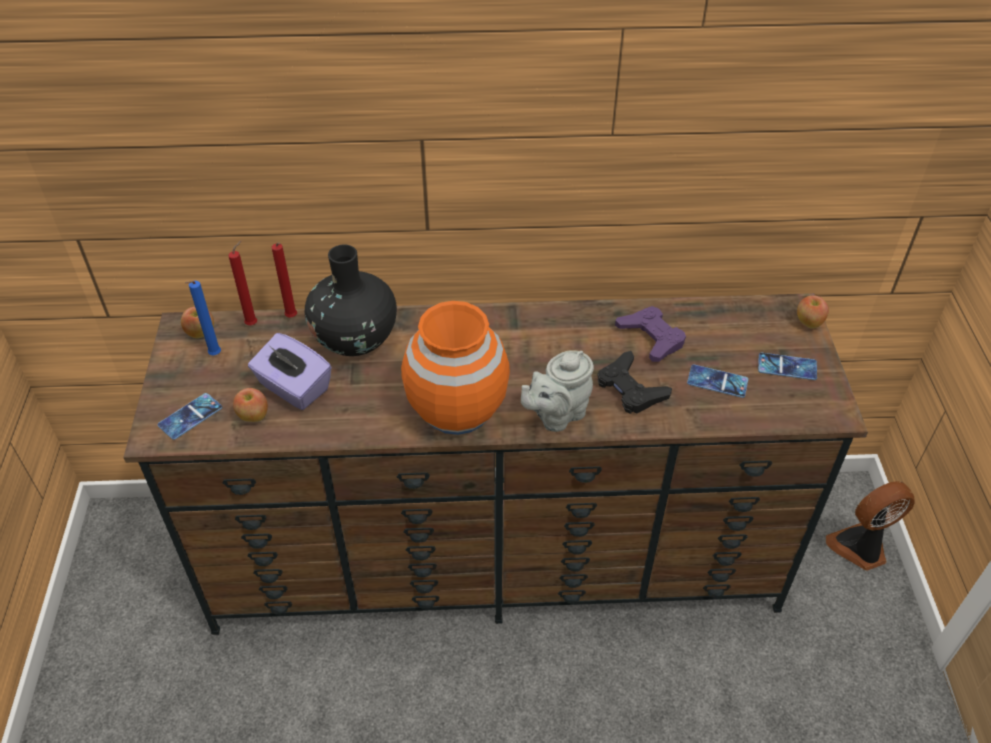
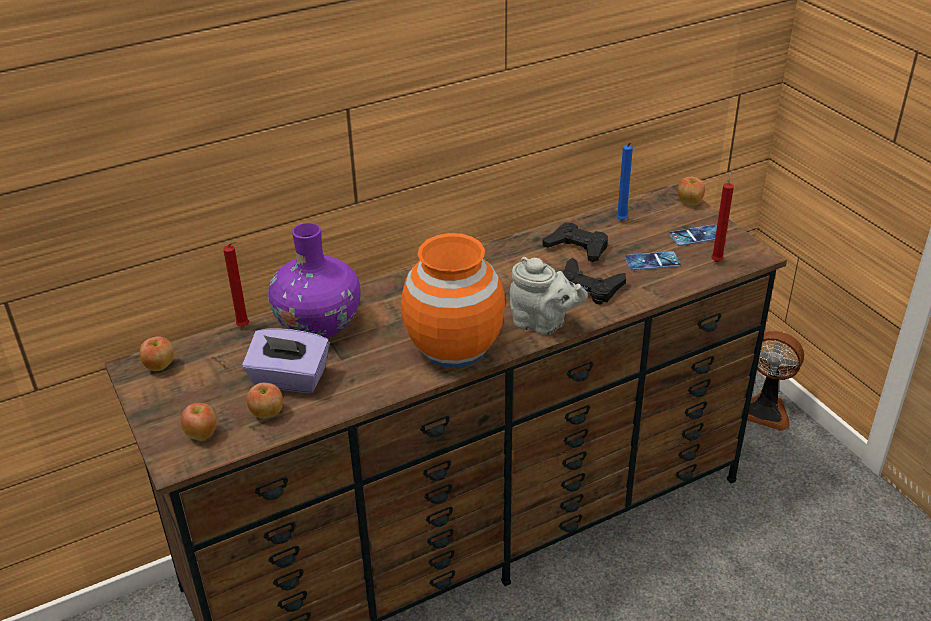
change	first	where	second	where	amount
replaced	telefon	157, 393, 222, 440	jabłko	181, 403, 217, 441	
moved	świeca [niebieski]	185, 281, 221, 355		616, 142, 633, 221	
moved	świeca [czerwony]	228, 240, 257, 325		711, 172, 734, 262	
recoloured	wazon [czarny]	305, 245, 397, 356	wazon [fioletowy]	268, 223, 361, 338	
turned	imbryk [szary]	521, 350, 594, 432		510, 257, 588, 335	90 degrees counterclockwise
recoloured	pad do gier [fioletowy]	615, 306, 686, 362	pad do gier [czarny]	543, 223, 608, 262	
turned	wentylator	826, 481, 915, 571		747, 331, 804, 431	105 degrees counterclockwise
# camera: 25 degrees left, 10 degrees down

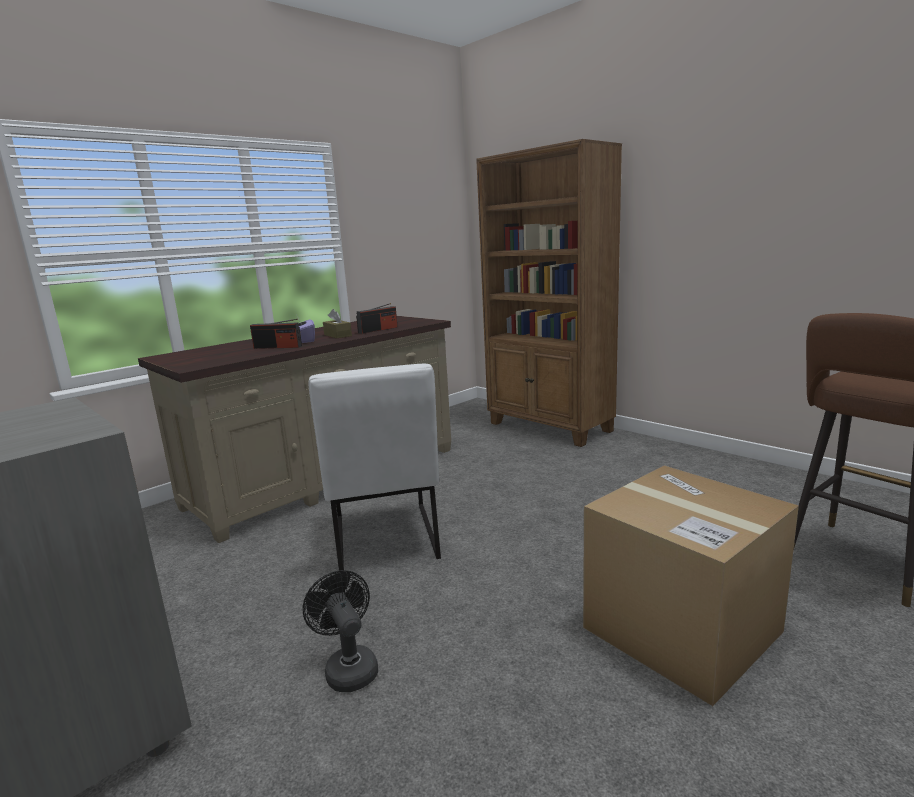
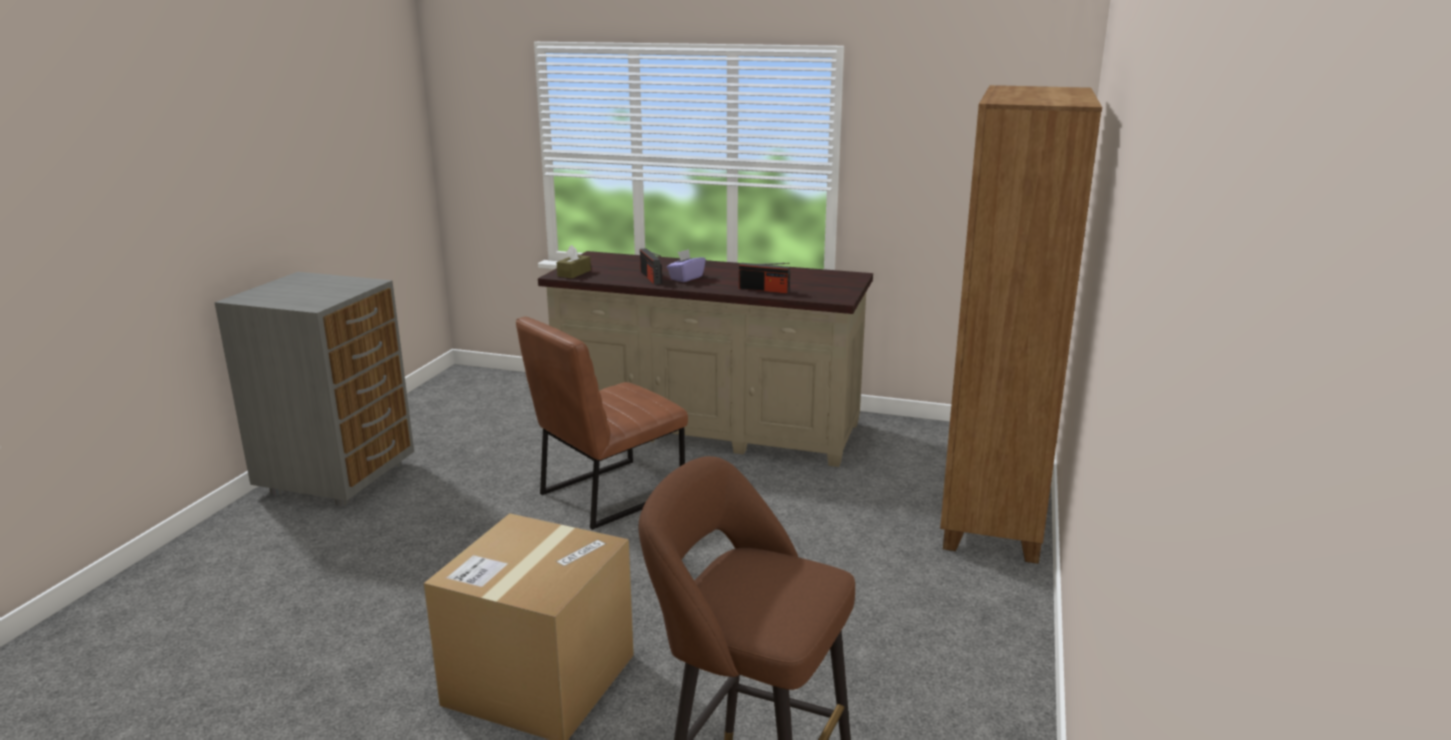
change	first	where	second	where	amount
removed	wentylator [czarny]	303, 570, 378, 692			
recoloured	krzesło [biały]	309, 364, 441, 570	krzesło [brązowy]	516, 316, 688, 530	
moved	pudełko chusteczek [brązowy]	323, 309, 352, 338		556, 245, 591, 278	
# camera: 60 degrees right, 5 degrees up

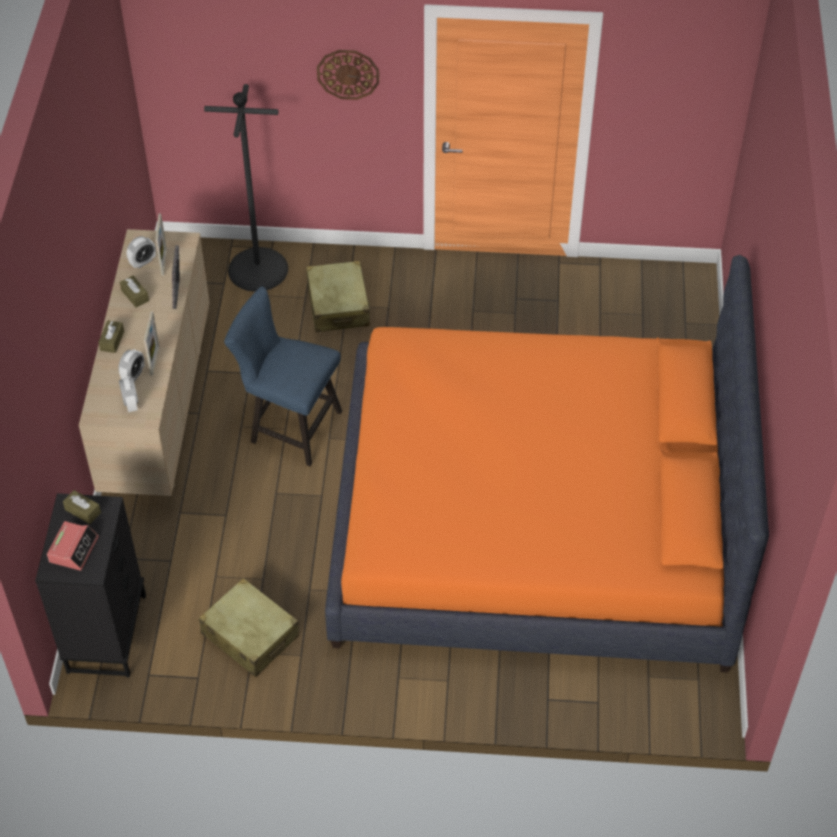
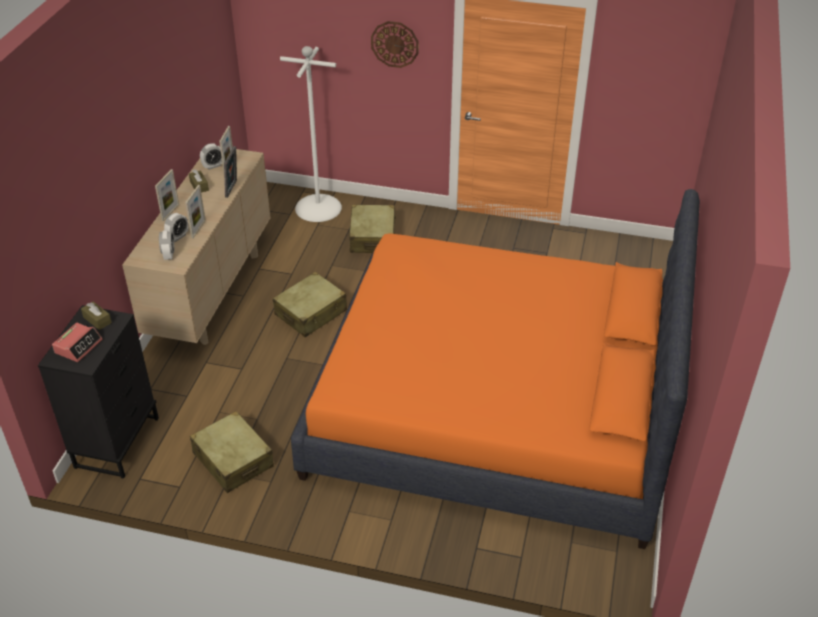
change	first	where	second	where	amount
replaced	pudełko chusteczek [brązowy]	98, 320, 124, 353	ramka na zdjęcie	155, 169, 179, 222	
recoloured	wieszak [czarny]	204, 84, 288, 292	wieszak [biały]	280, 46, 342, 222	
replaced	krzesło [niebieski]	224, 286, 342, 466	walizka [beżowy]	273, 272, 347, 337	
# camera: 10 degrees right, 10 degrees down

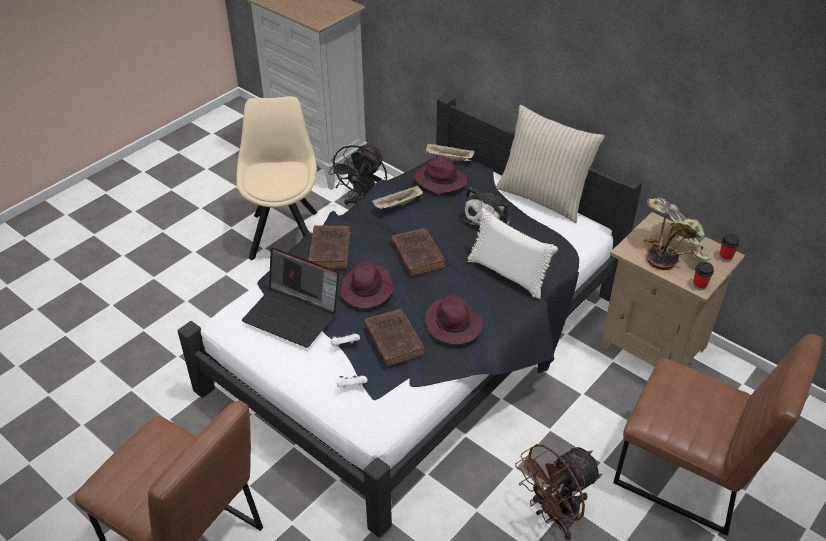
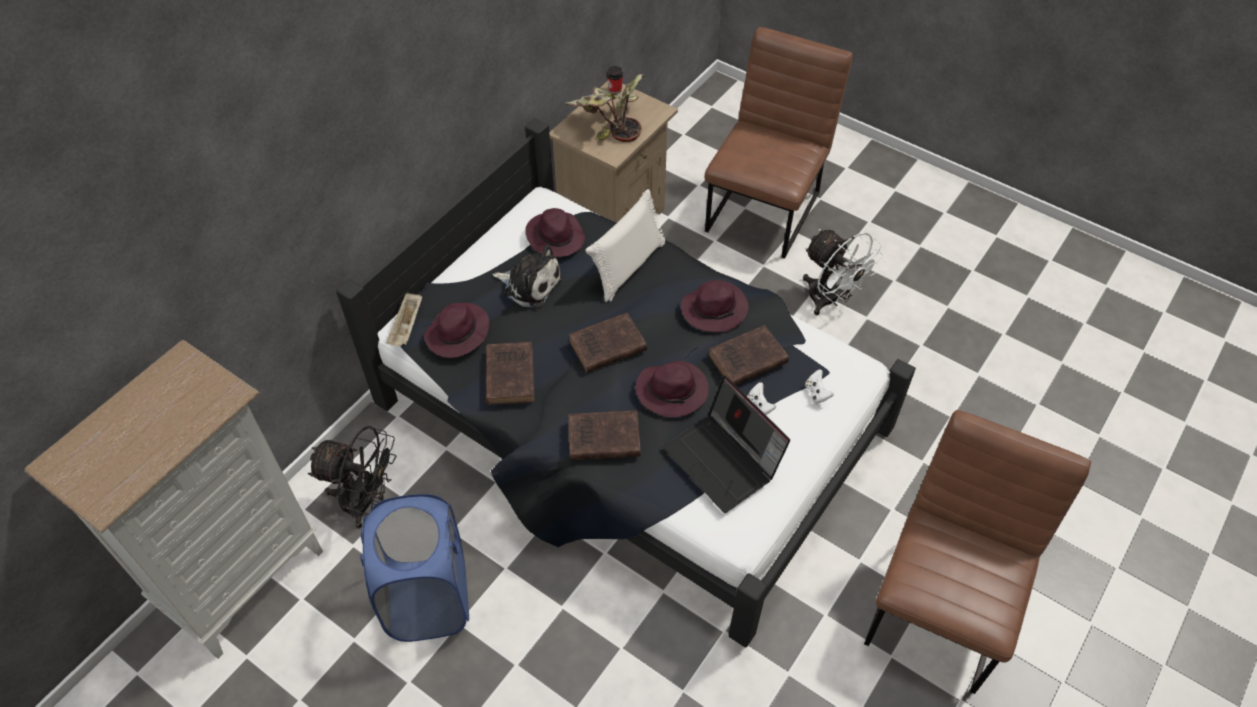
change	first	where	second	where	amount
replaced	krzesło [beżowy]	237, 96, 317, 260	kosz na pranie [niebieski]	360, 494, 469, 642	
turned	laptop	242, 247, 339, 348		663, 376, 790, 513	120 degrees clockwise
replaced	taca [beżowy]	372, 185, 423, 210	książka [brązowy]	486, 342, 534, 405	
removed	poduszka [beżowy]	496, 105, 605, 223			
recoloured	wentylator [brązowy]	515, 444, 602, 540	wentylator [biały]	803, 229, 884, 315	
removed	filiżanka	693, 262, 714, 290			
added			kapelusz [fioletowy]	525, 208, 585, 257	
# camera: 95 degrees left, 10 degrees up

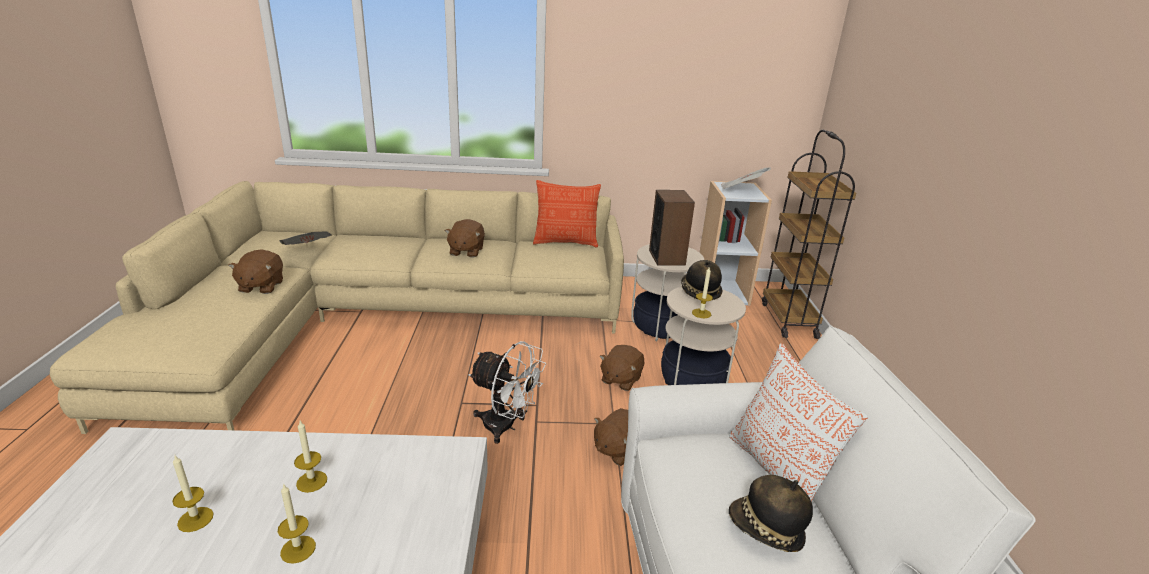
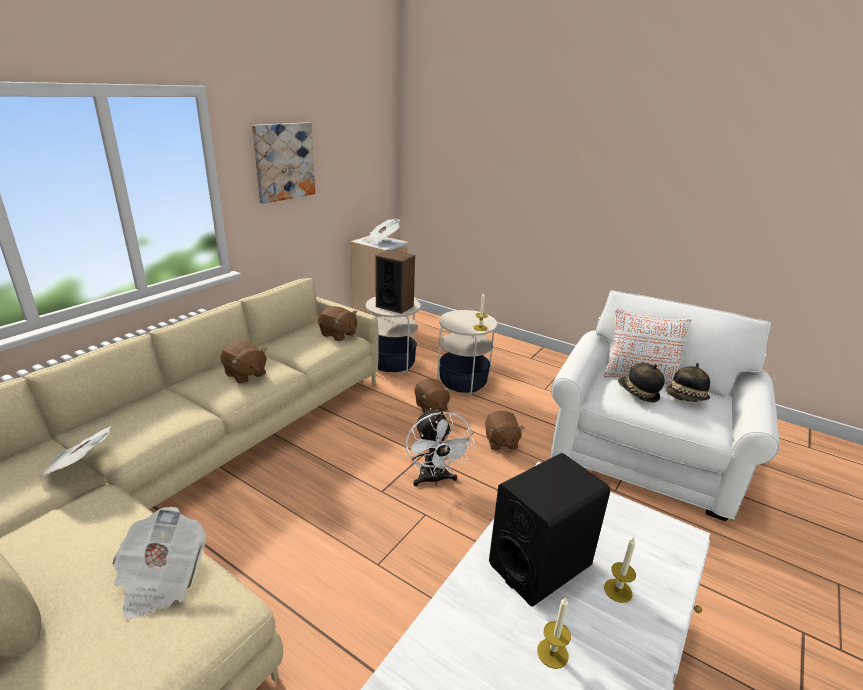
change	first	where	second	where	amount
moved	pluszak [brązowy]	228, 249, 283, 294		318, 306, 357, 341	
replaced	świeca	294, 421, 327, 493	głośnik [czarny]	489, 453, 611, 607	
turned	wentylator [biały]	468, 341, 546, 444		406, 408, 475, 486	105 degrees clockwise
removed	poduszka [pomarańczowy]	533, 180, 601, 248			
moved	kapelusz	681, 260, 722, 300		618, 363, 665, 402	
removed	wózek [brązowy]	762, 130, 856, 339			
added			gazeta	113, 507, 206, 620	
added			obraz	252, 122, 315, 204	
# camera: 55 degrees left, 0 degrees up

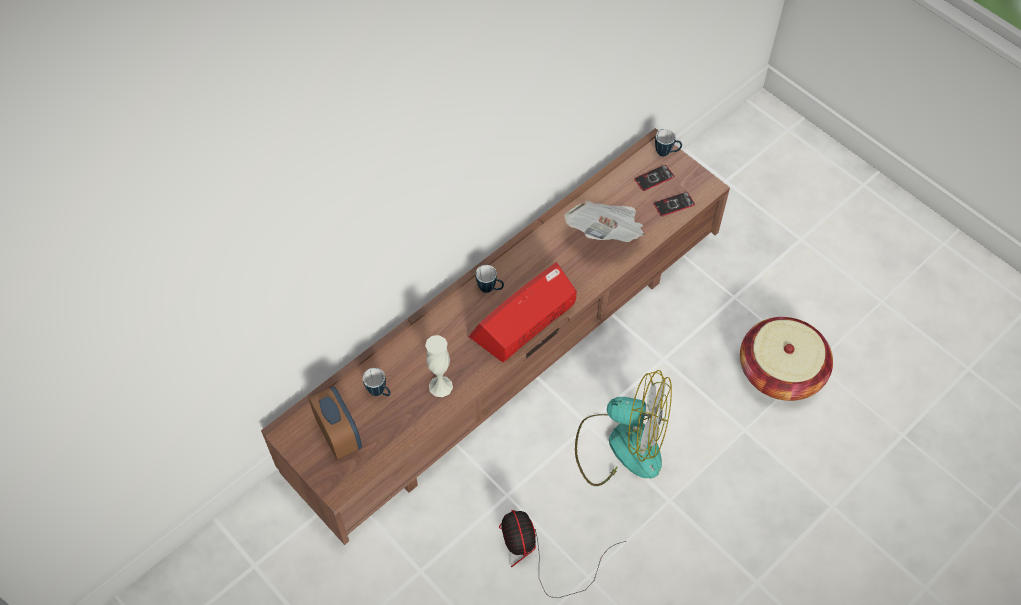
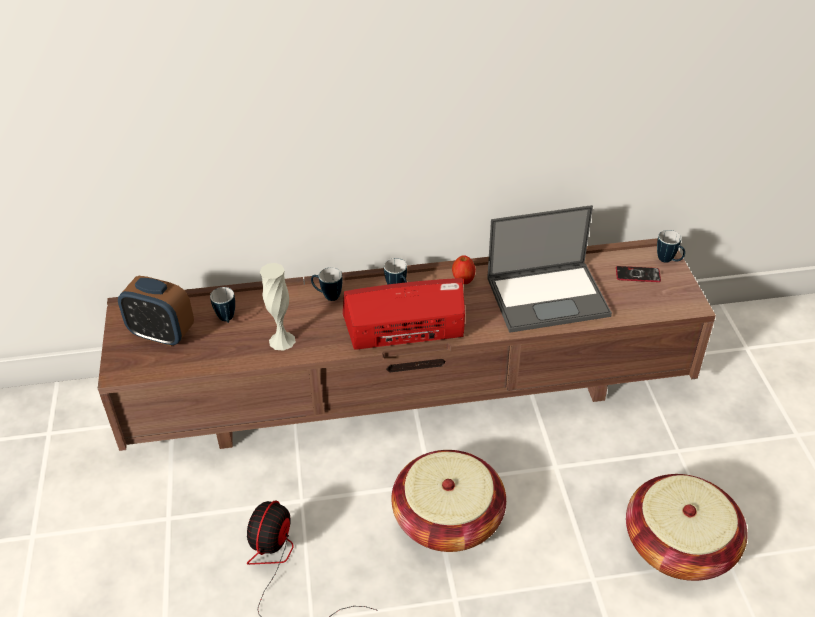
change	first	where	second	where	amount
turned	budzik	309, 386, 362, 460		118, 276, 194, 347	105 degrees clockwise
replaced	gazeta	564, 201, 644, 242	laptop	487, 205, 612, 333	
replaced	wentylator	575, 370, 672, 486	koszyk	391, 450, 506, 552	
removed	telefon	654, 192, 695, 216			
added			kubek	311, 267, 343, 301	
added			jabłko	452, 255, 476, 284	
# camera: 35 degrees right, 15 degrees down

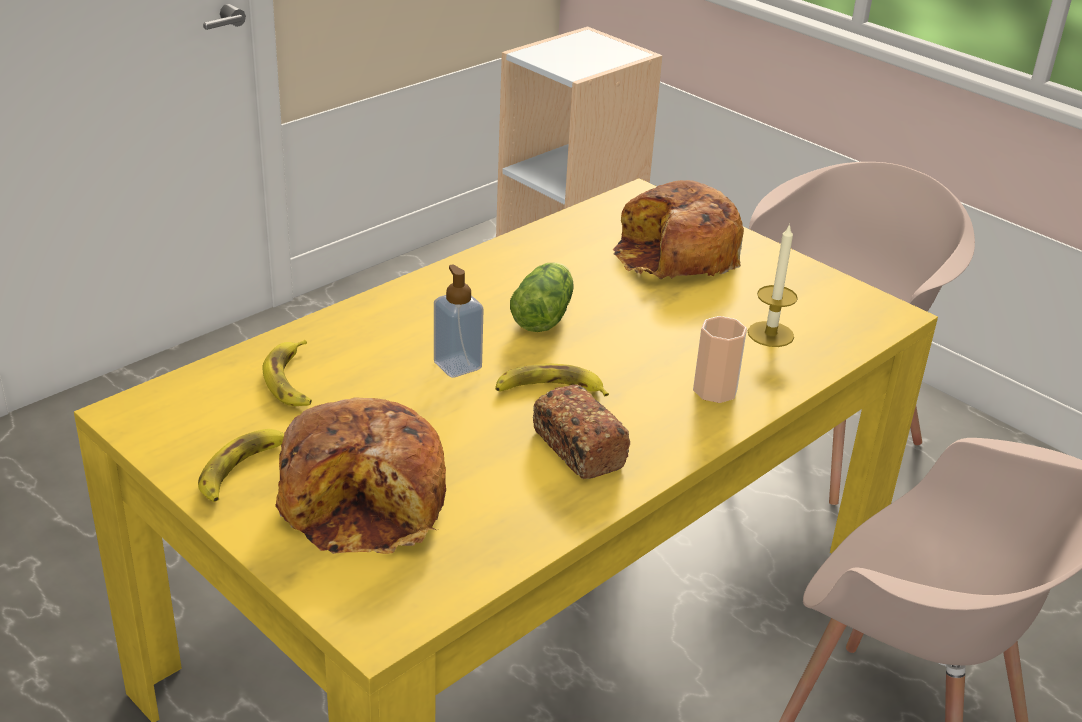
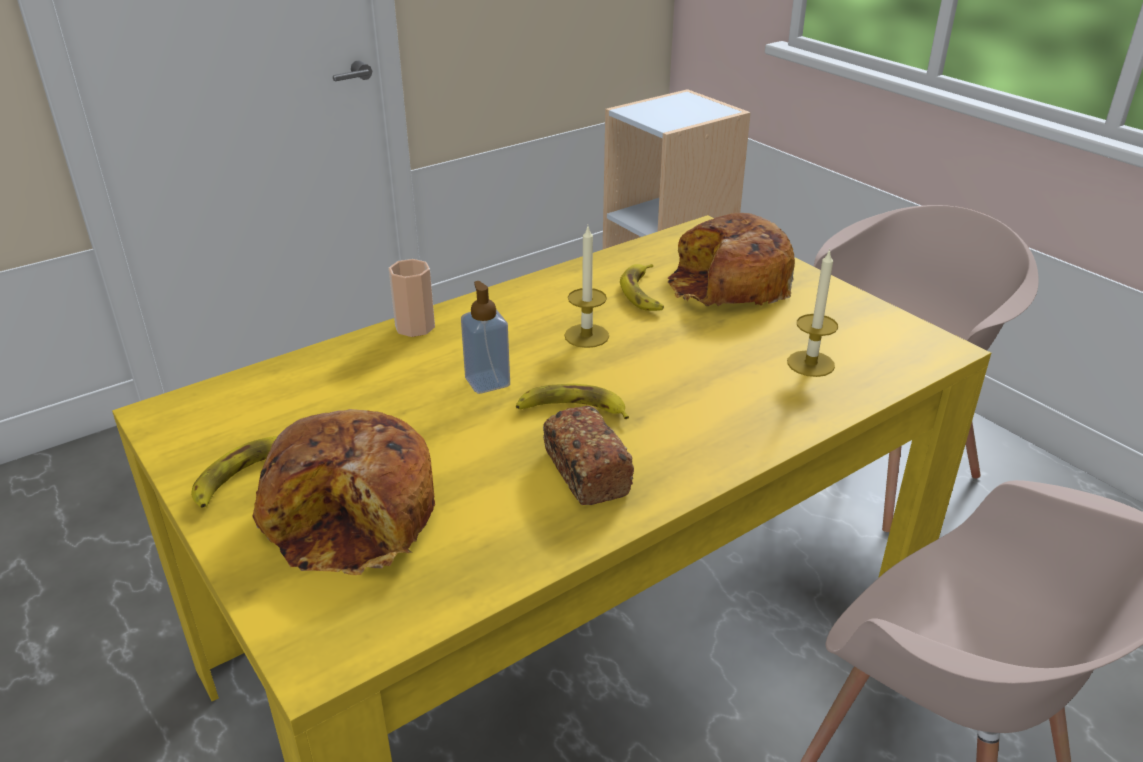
change	first	where	second	where	amount
moved	banan	263, 340, 312, 406		620, 264, 664, 311	
replaced	sałata	510, 263, 574, 332	świeca	564, 227, 609, 348	
moved	filiżanka	693, 316, 747, 403		388, 259, 435, 337	
# camera: 10 degrees right, 0 degrees up

